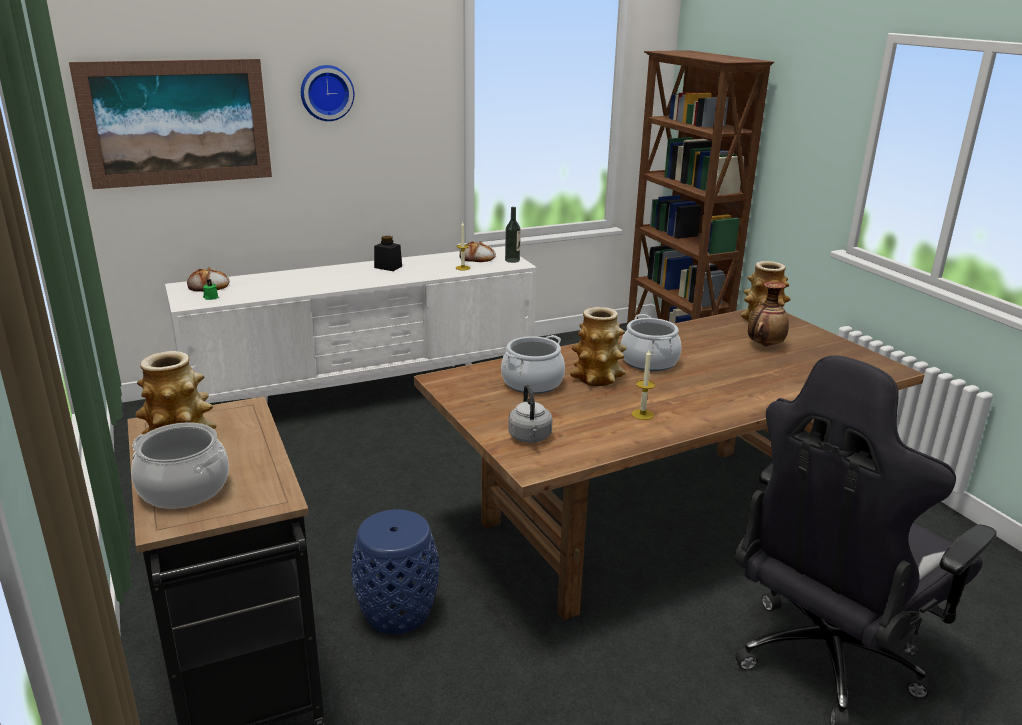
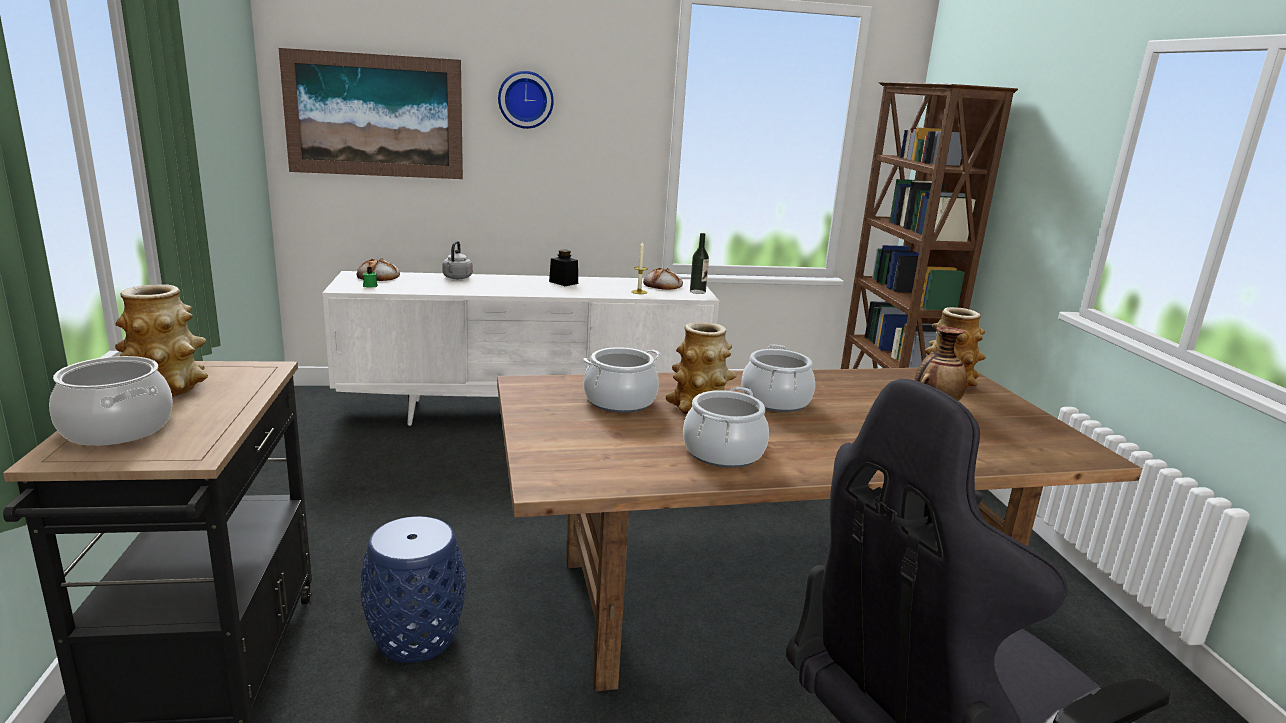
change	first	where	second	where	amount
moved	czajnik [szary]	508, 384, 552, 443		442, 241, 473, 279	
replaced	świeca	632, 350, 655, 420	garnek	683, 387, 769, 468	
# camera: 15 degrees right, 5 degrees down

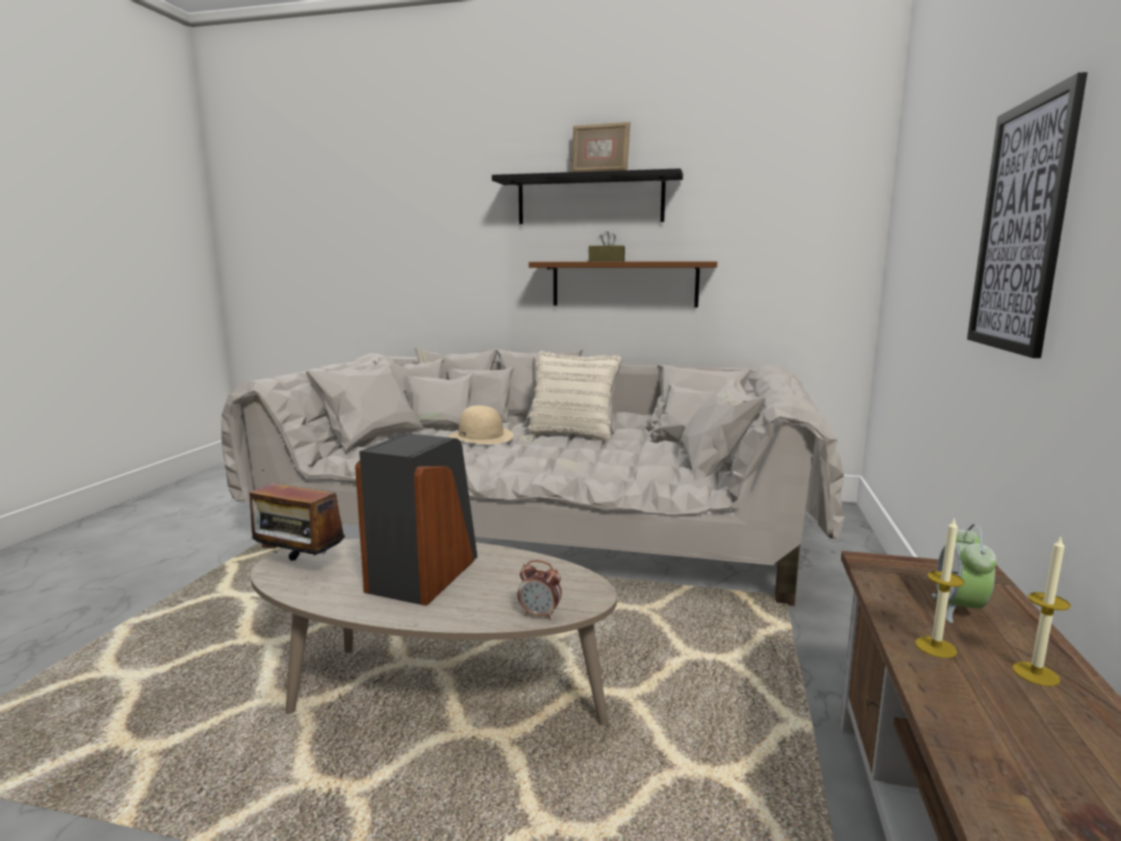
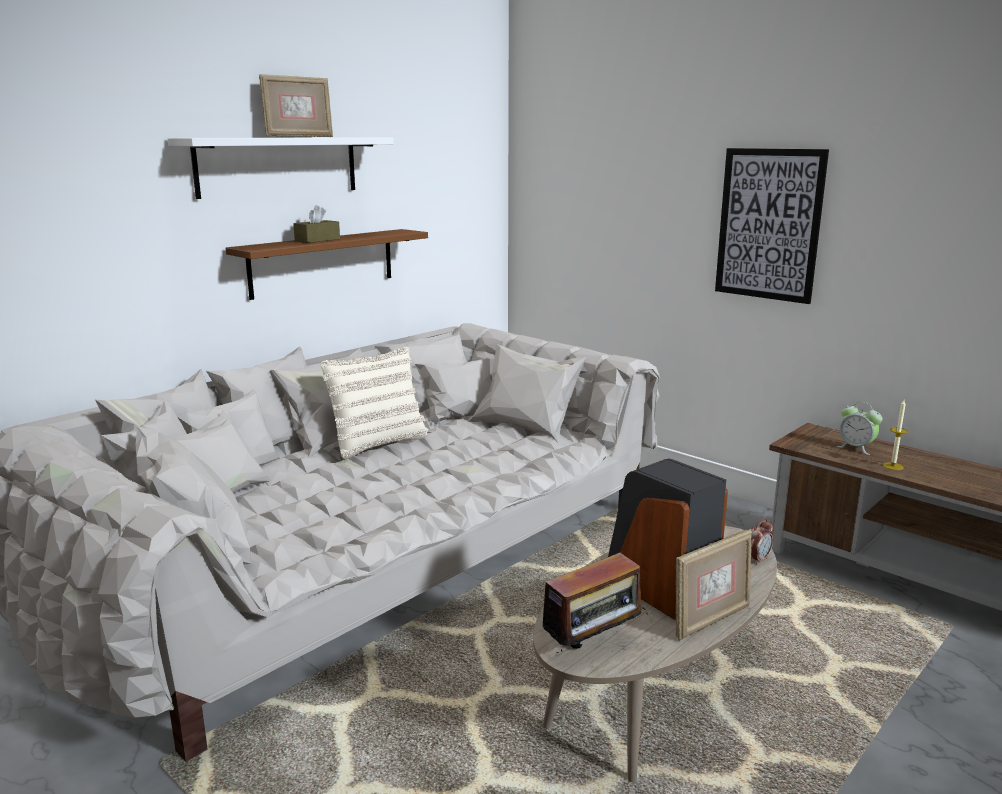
change	first	where	second	where	amount
removed	kapelusz [beżowy]	449, 405, 514, 444			
recoloured	półka [czarny]	492, 168, 683, 224	półka [biały]	168, 137, 394, 199	
removed	świeca	1012, 536, 1071, 686			
added			ramka na zdjęcie	675, 529, 752, 641	
# camera: 60 degrees left, 5 degrees up

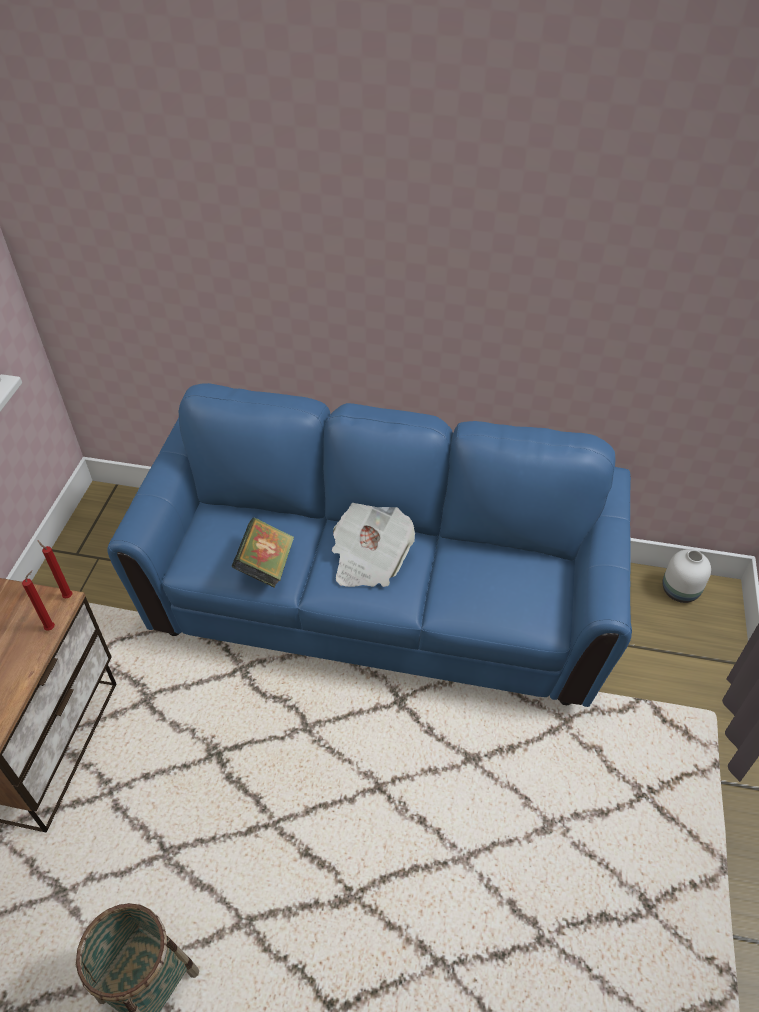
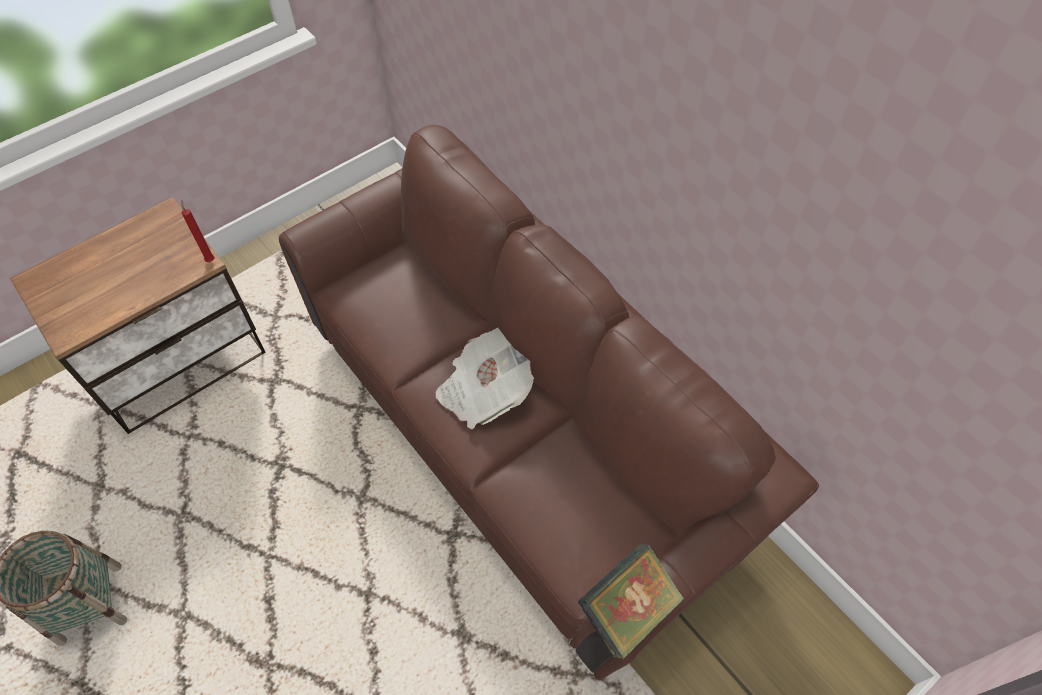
change	first	where	second	where	amount
removed	świeca [czerwony]	22, 571, 55, 631			
recoloured	kanapa [niebieski]	108, 383, 632, 707	kanapa [brązowy]	279, 125, 819, 681	
moved	książka	231, 517, 294, 588		578, 545, 684, 659	
removed	wazon [biały]	663, 549, 711, 603			
# camera: 40 degrees right, 10 degrees up

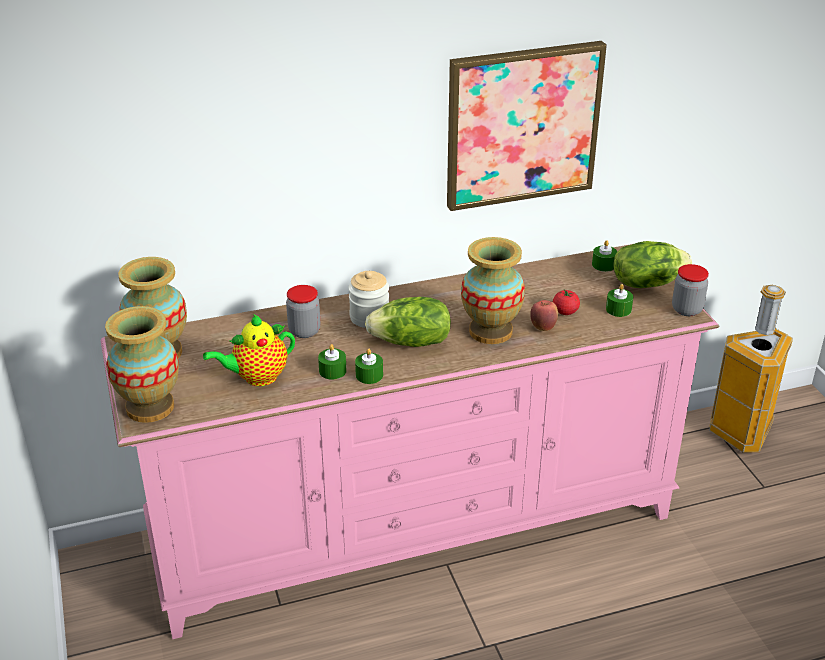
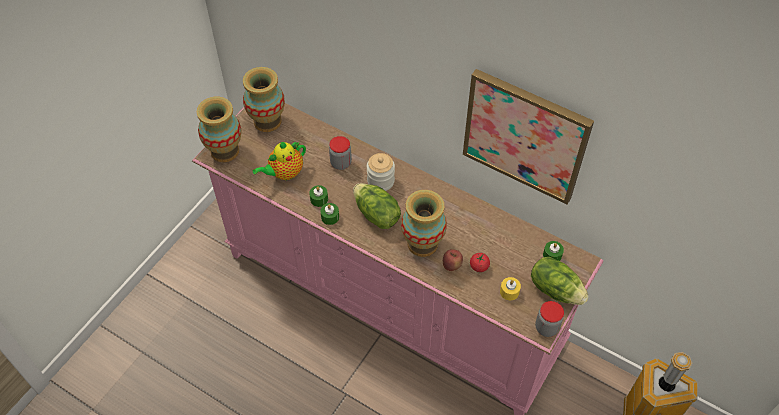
change	first	where	second	where	amount
turned	imbryk	203, 314, 295, 386		253, 142, 306, 180	60 degrees counterclockwise
recoloured	świeca [zielony]	606, 284, 633, 317	świeca [żółty]	500, 277, 521, 300	
# camera: 50 degrees right, 20 degrees up

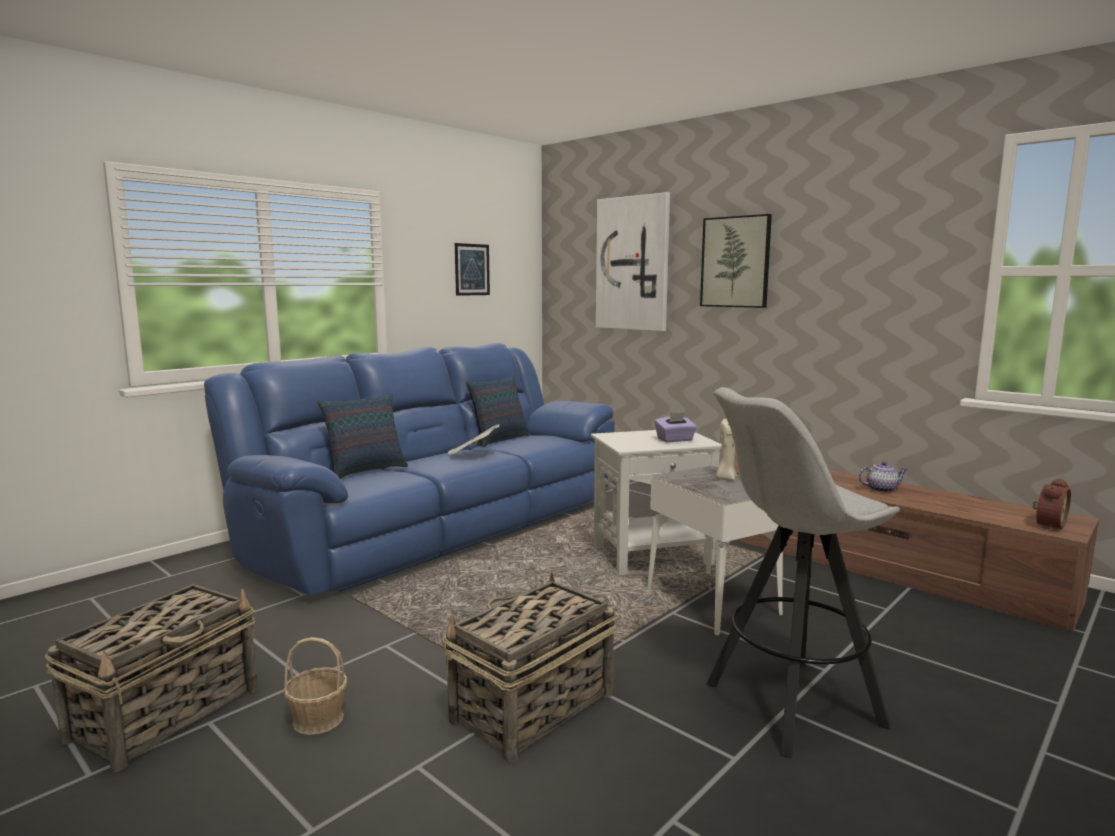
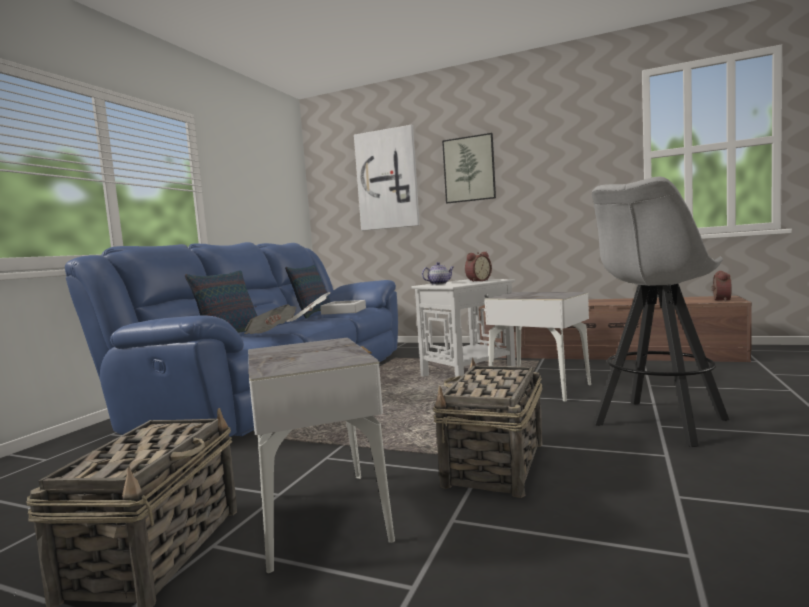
change	first	where	second	where	amount
replaced	koszyk	283, 637, 348, 735	stolik	248, 338, 395, 573	
removed	obraz	455, 243, 490, 296			
replaced	pudełko chusteczek [fioletowy]	655, 412, 697, 442	budzik	465, 252, 492, 282	
removed	świeca [beżowy]	716, 419, 737, 480			
moved	imbryk	858, 461, 907, 492		422, 262, 454, 285	
added			gazeta	244, 305, 297, 334	
added			taca [szary]	320, 300, 366, 315	
# camera: 20 degrees left, 5 degrees down

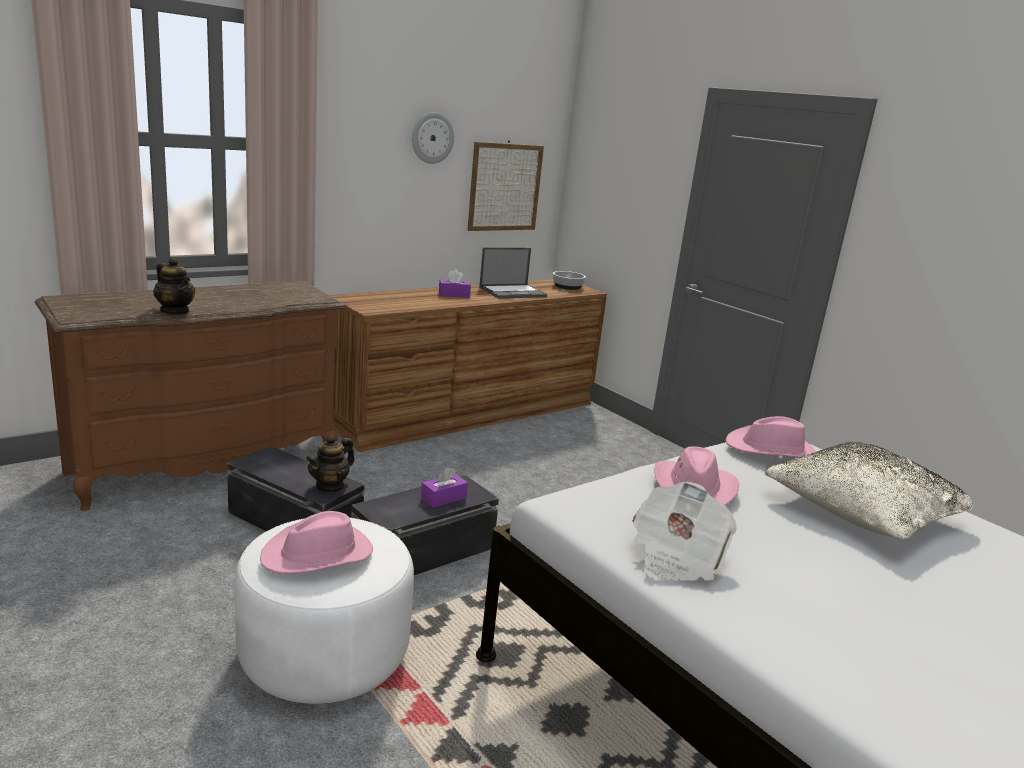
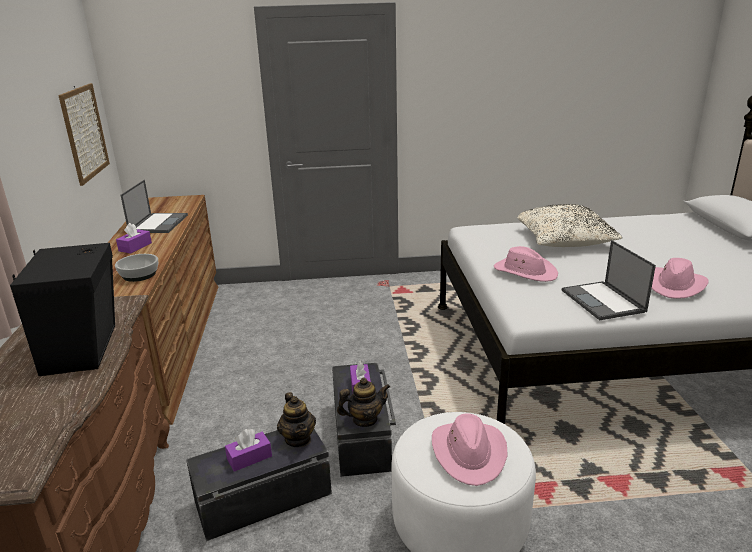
change	first	where	second	where	amount
moved	imbryk	153, 257, 195, 314		337, 378, 390, 427	
removed	zegar ścienny	412, 112, 454, 164			
moved	miska	553, 271, 586, 290		115, 254, 158, 282	
replaced	gazeta	633, 482, 737, 581	laptop	562, 240, 656, 320	
moved	kapelusz [różowy]	726, 416, 817, 458		652, 258, 709, 299	
added			głośnik [czarny]	10, 243, 115, 376	
added			pudełko chusteczek [fioletowy]	225, 429, 272, 472	
# camera: 55 degrees left, 5 degrees up

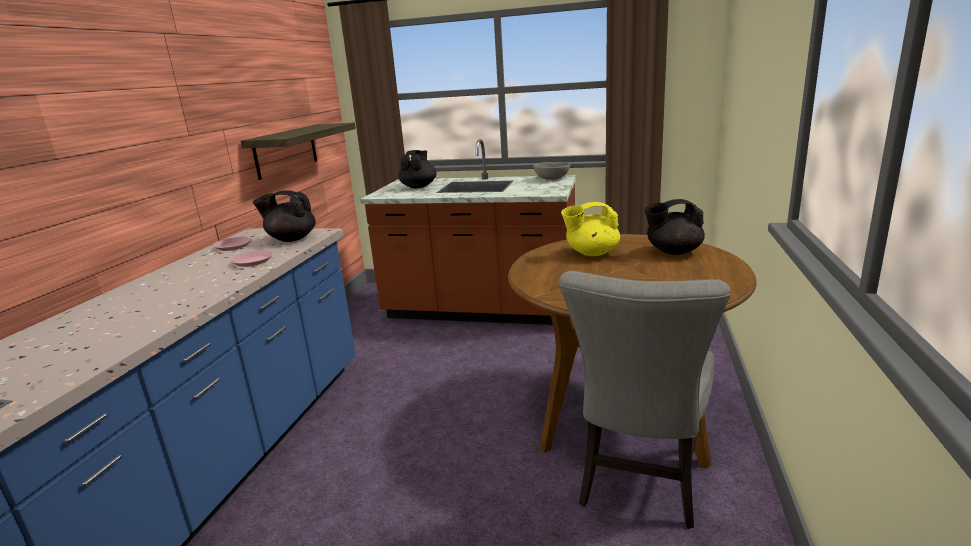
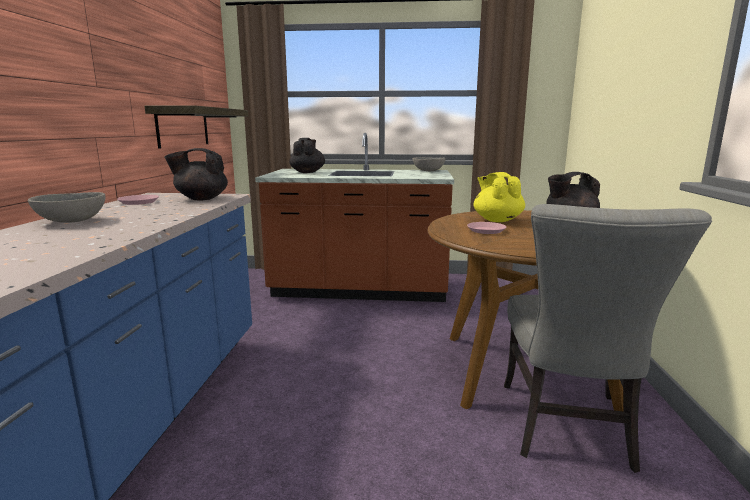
change	first	where	second	where	amount
moved	talerz [różowy]	231, 250, 273, 267		467, 222, 507, 234	
turned	imbryk [żółty]	561, 202, 620, 256		473, 172, 525, 222	90 degrees clockwise
added			miska [szary]	28, 192, 106, 223	
# camera: 10 degrees left, 5 degrees down

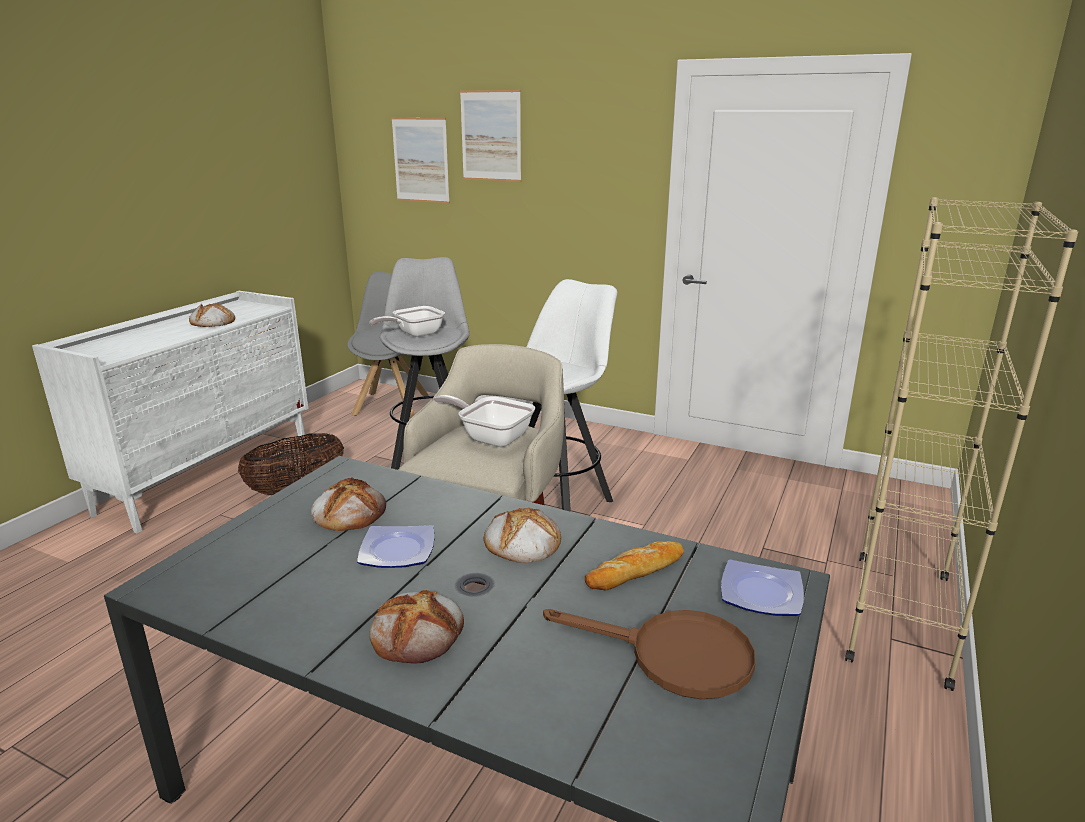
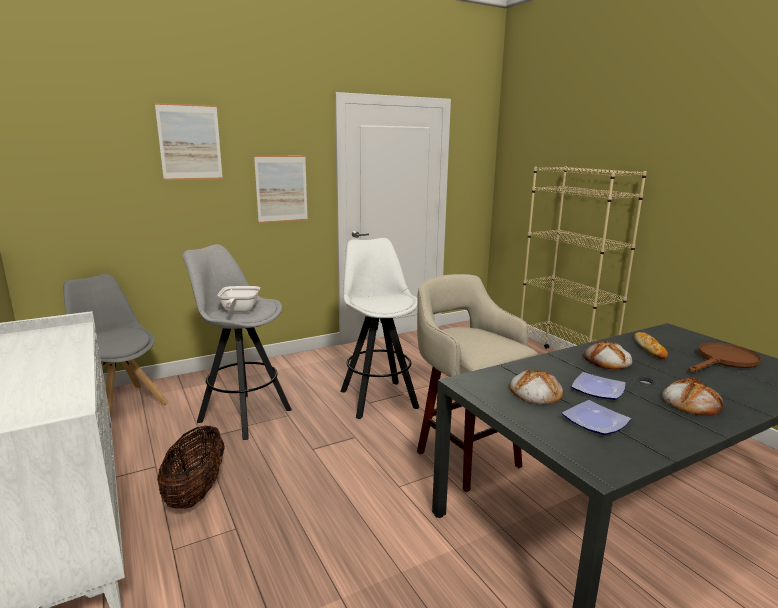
change	first	where	second	where	amount
removed	chleb	189, 303, 235, 327			
moved	obraz	391, 117, 450, 203		254, 155, 308, 223	
removed	patelnia	434, 395, 535, 447			
moved	talerz	721, 560, 804, 616		562, 400, 631, 435	
# camera: 55 degrees left, 5 degrees down

